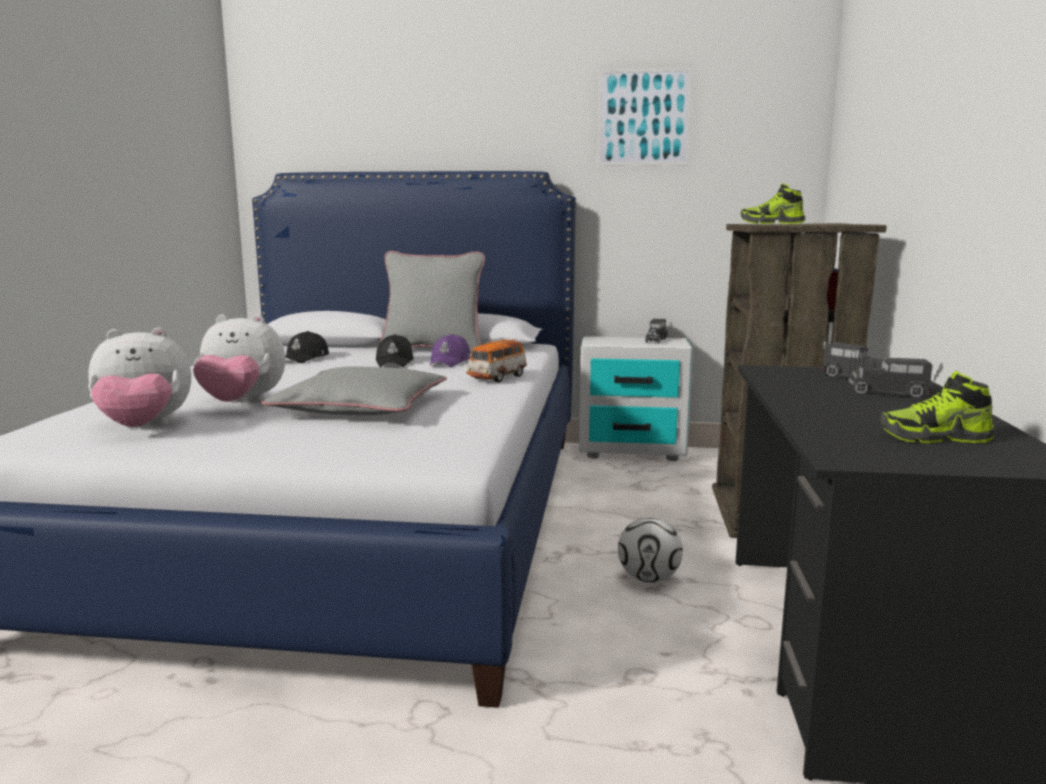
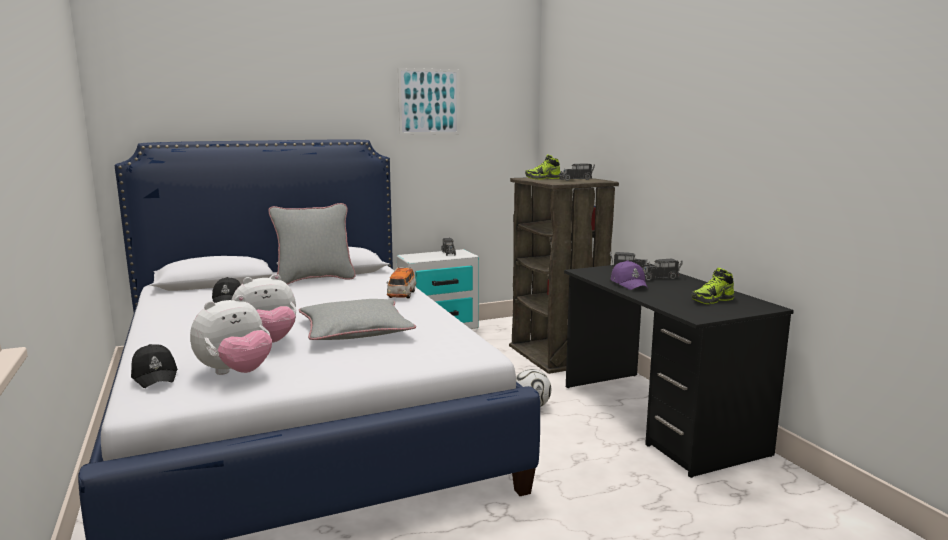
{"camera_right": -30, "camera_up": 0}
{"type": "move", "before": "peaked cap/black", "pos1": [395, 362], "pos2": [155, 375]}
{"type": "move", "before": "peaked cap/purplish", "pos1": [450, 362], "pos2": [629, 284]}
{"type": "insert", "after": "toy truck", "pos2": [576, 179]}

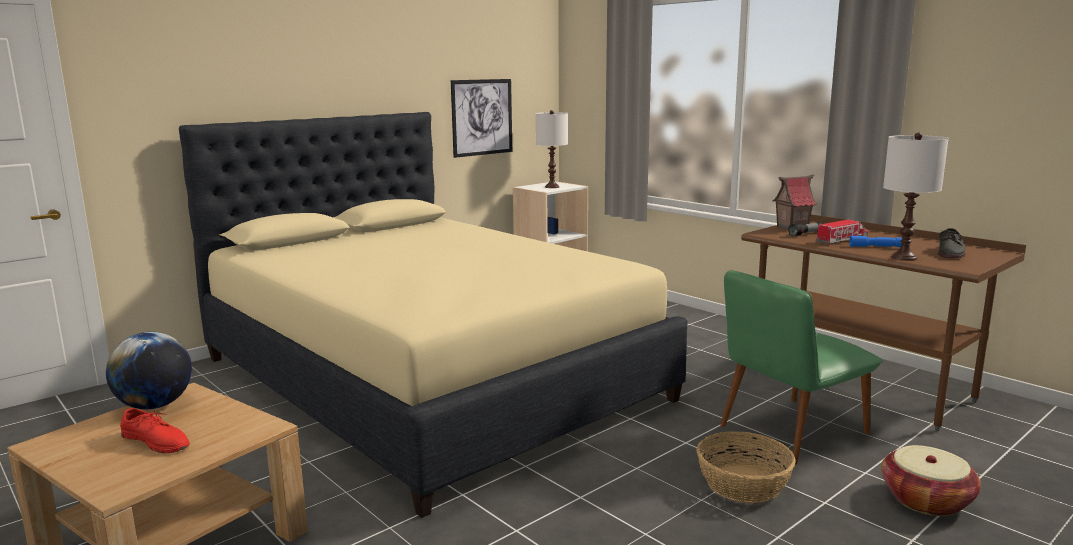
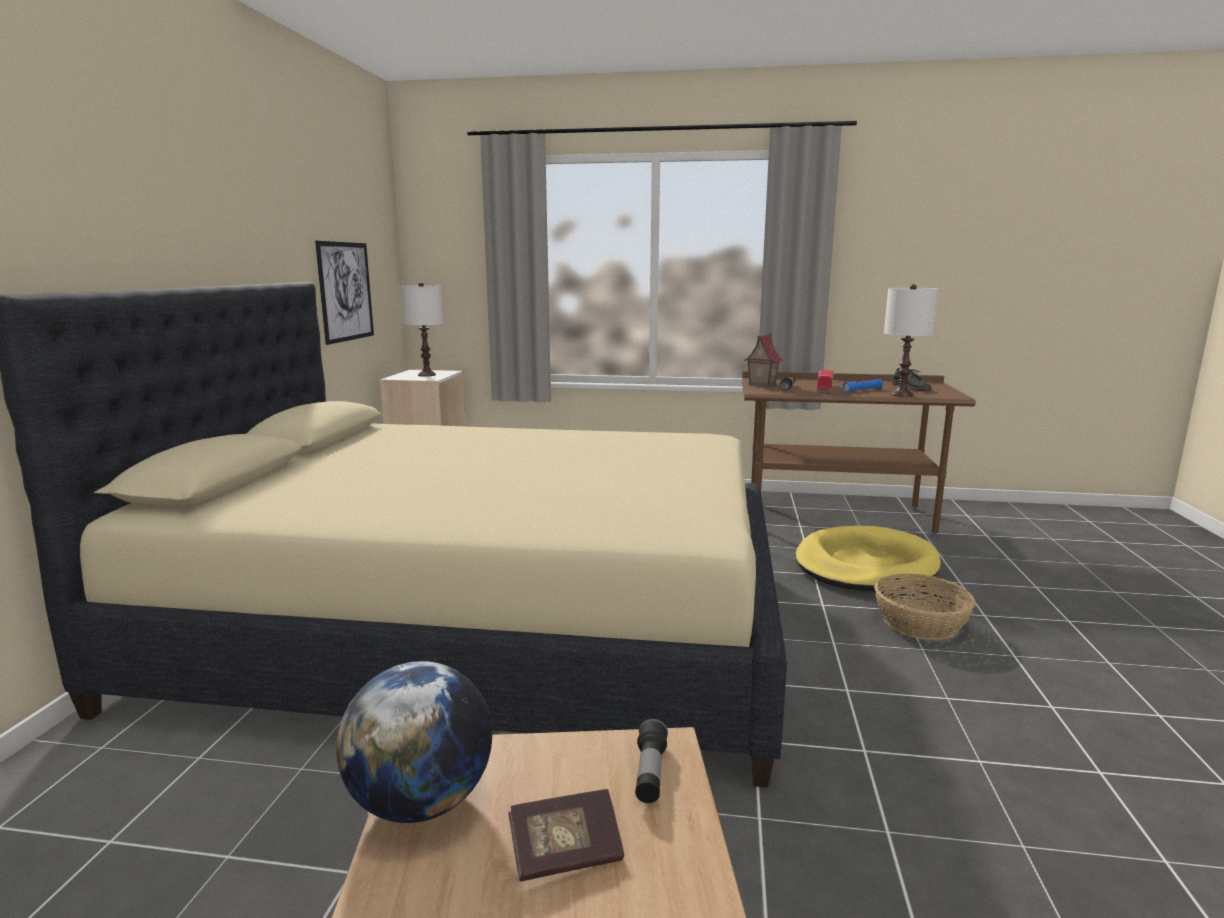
{"camera_right": -40, "camera_up": 0}
{"type": "replace", "before": "item of footwear/red-coloured", "after": "bound book", "pos1": [156, 441], "pos2": [566, 853]}
{"type": "replace", "before": "upright chair/greenish", "after": "dog cushion/yellow-coloured", "pos1": [793, 429], "pos2": [865, 566]}
{"type": "delete", "before": "household basket", "pos1": [926, 500]}
{"type": "insert", "after": "hand torch", "pos2": [650, 773]}

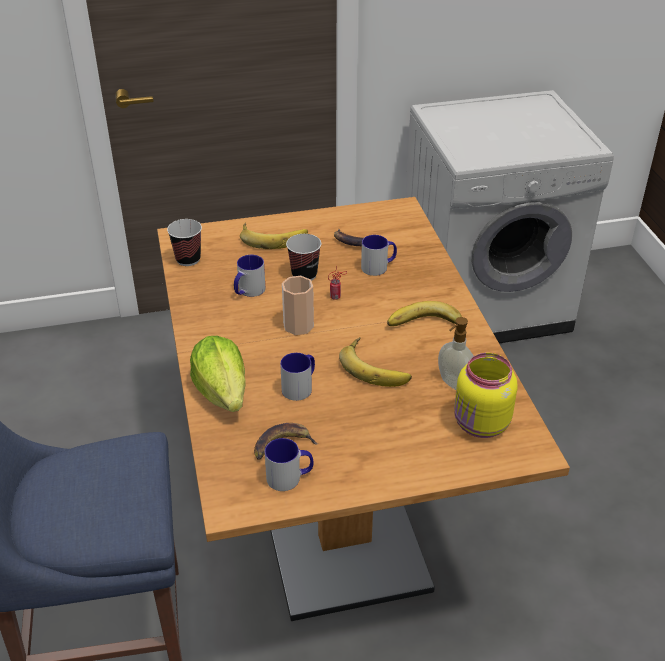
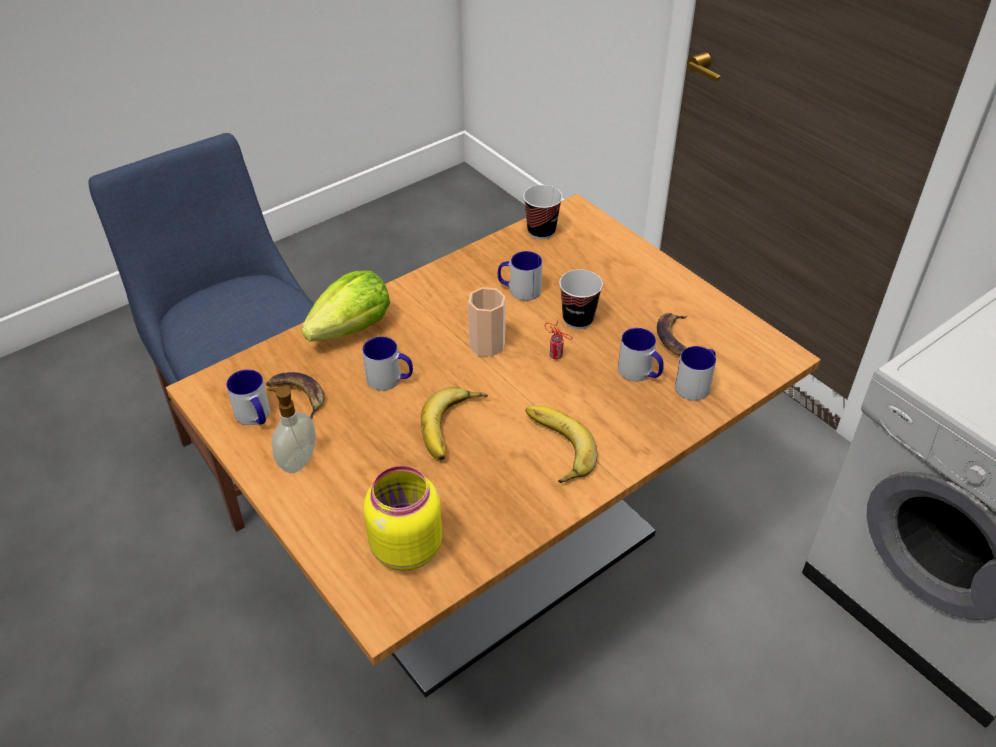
{"camera_right": 65, "camera_up": 5}
{"type": "delete", "before": "banana fruit", "pos1": [273, 237]}
{"type": "move", "before": "liquid soap bottle", "pos1": [453, 384], "pos2": [297, 460]}
{"type": "insert", "after": "coffee mug", "pos2": [696, 384]}

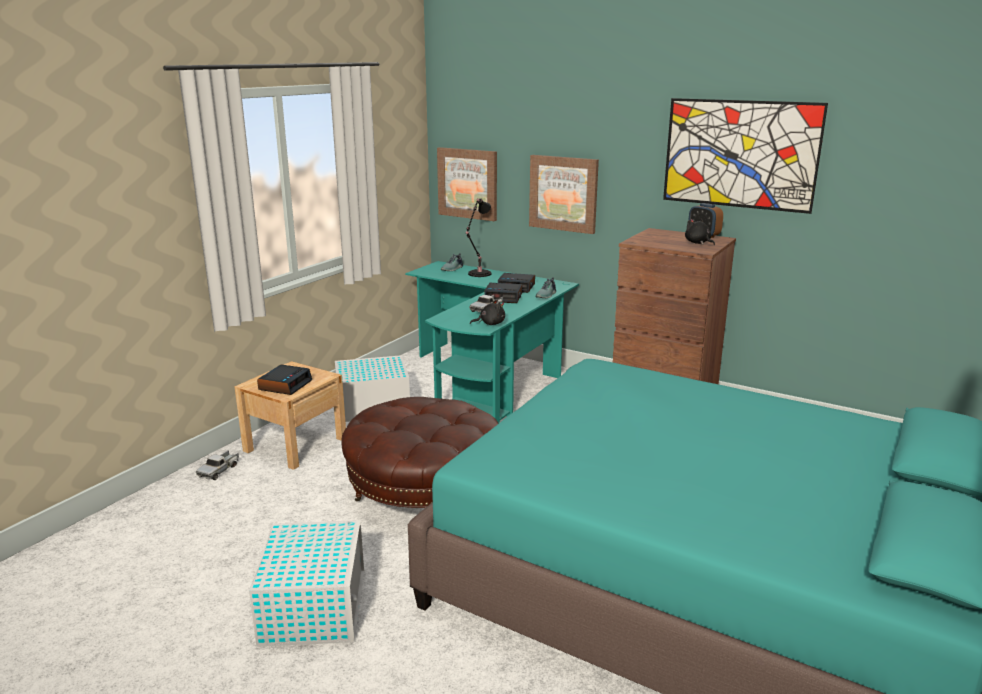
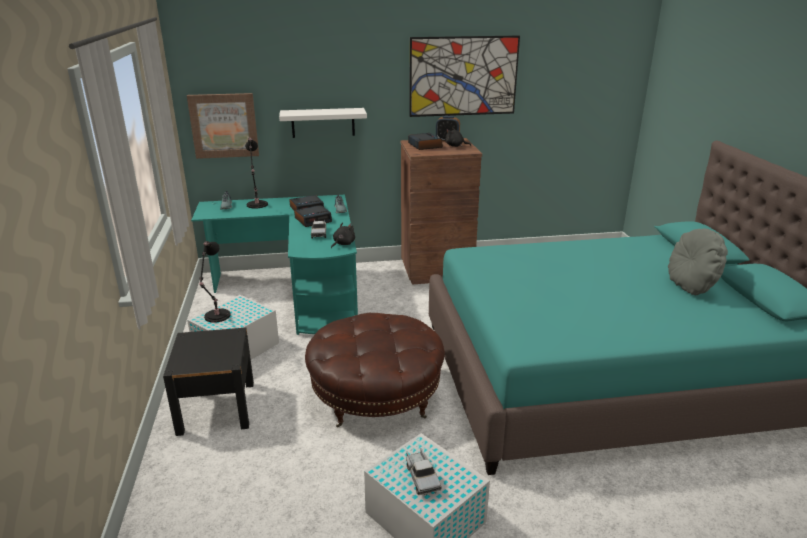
{"camera_right": -40, "camera_up": 5}
{"type": "move", "before": "toy truck", "pos1": [219, 470], "pos2": [421, 477]}
{"type": "recolor", "before": "bedside table/beige", "after": "bedside table/black", "pos1": [295, 444], "pos2": [217, 407]}
{"type": "move", "before": "table clock", "pos1": [285, 385], "pos2": [424, 145]}
{"type": "replace", "before": "wall picture", "after": "bracket shelf/whitish", "pos1": [563, 193], "pos2": [323, 122]}
{"type": "insert", "after": "table lamp/black", "pos2": [216, 317]}
{"type": "insert", "after": "pillow/grey", "pos2": [690, 287]}

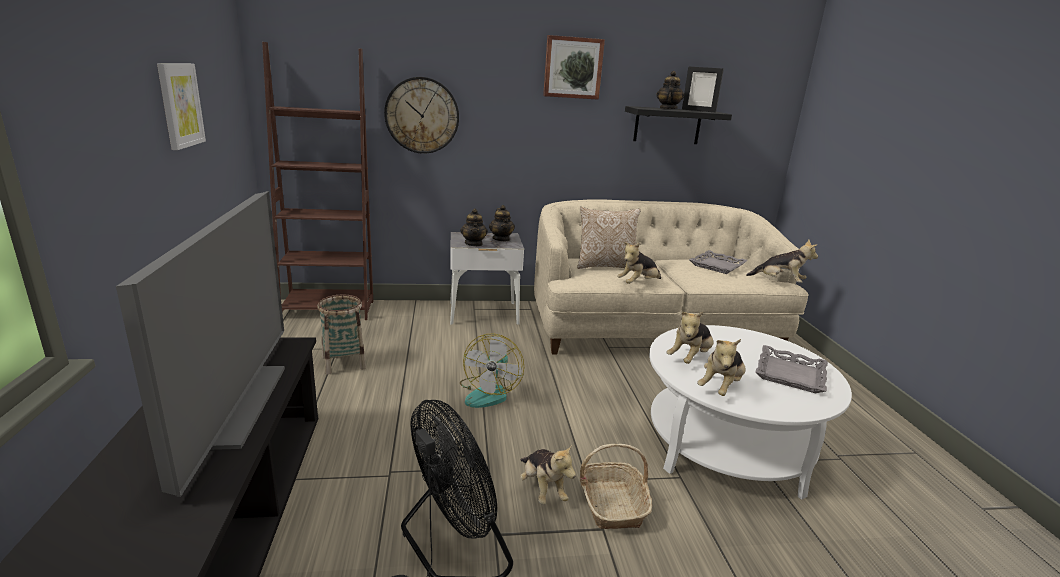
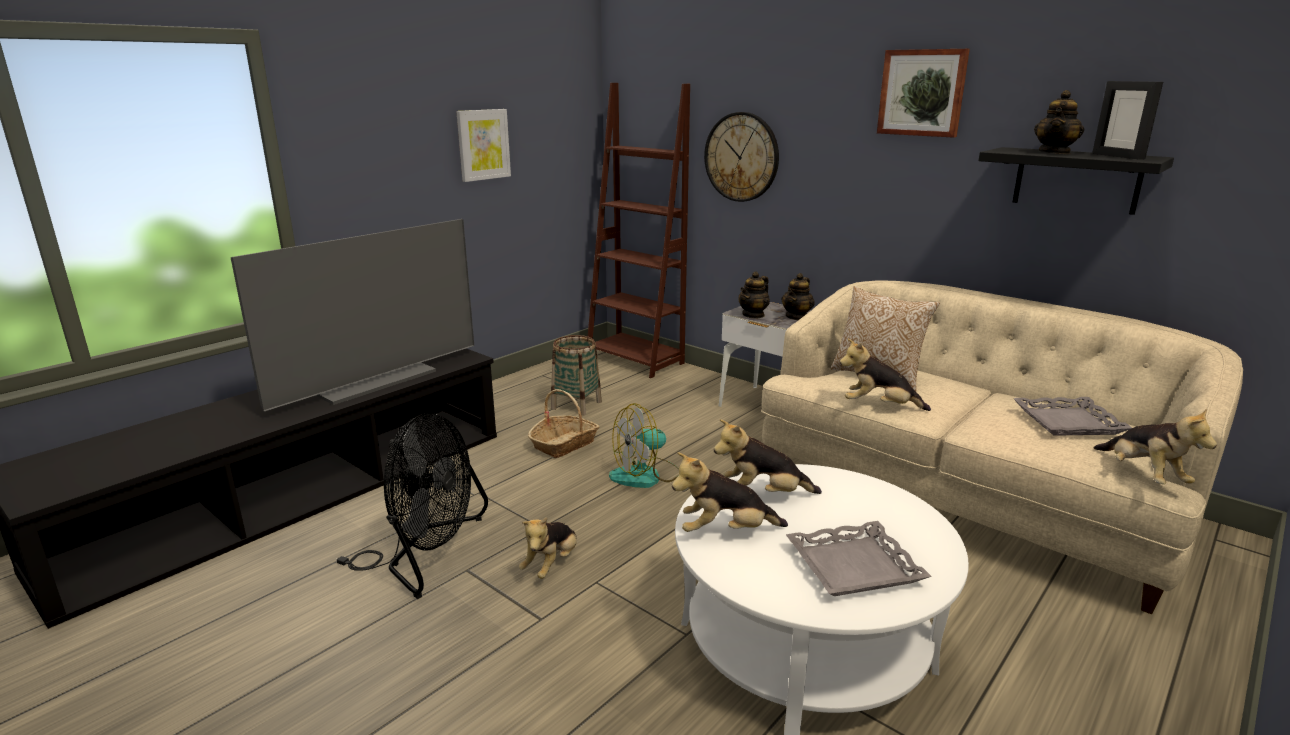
{"camera_right": 50, "camera_up": 0}
{"type": "move", "before": "household basket", "pos1": [612, 504], "pos2": [564, 444]}
{"type": "rotate", "before": "teapot", "pos1": [667, 109], "pos2": [1055, 152], "turn": 150}

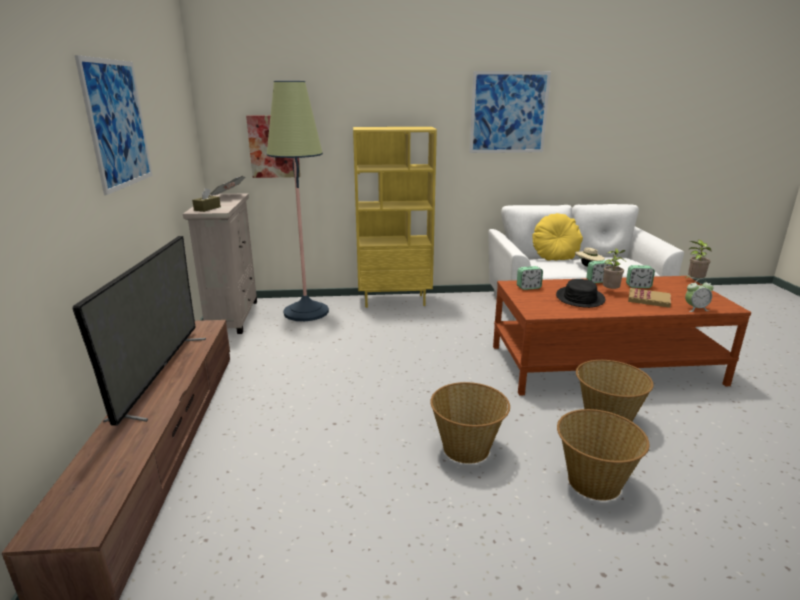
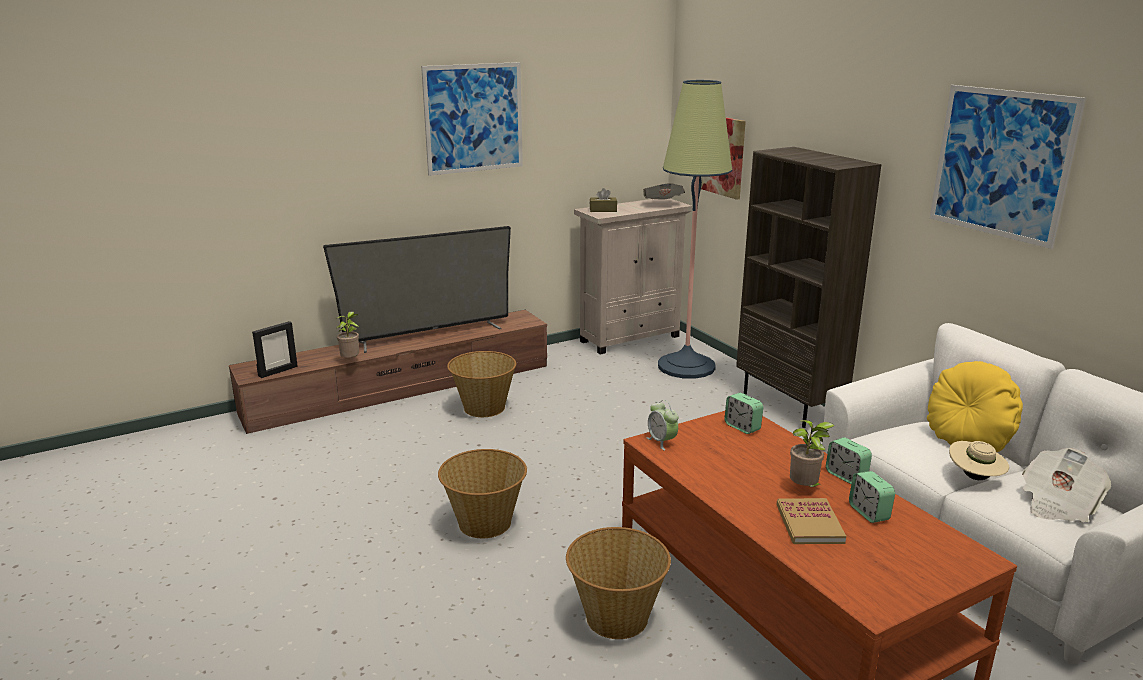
{"camera_right": 65, "camera_up": 0}
{"type": "recolor", "before": "bookcase/yellow-coloured", "after": "bookcase/brown", "pos1": [395, 301], "pos2": [789, 405]}
{"type": "delete", "before": "clothing hat/black", "pos1": [579, 298]}
{"type": "move", "before": "household basket", "pos1": [593, 482], "pos2": [483, 407]}
{"type": "move", "before": "potted plant", "pos1": [693, 281], "pos2": [351, 360]}
{"type": "move", "before": "table clock", "pos1": [695, 309], "pos2": [662, 442]}
{"type": "insert", "after": "photo frame", "pos2": [278, 371]}
{"type": "insert", "after": "daily paper", "pos2": [1058, 504]}

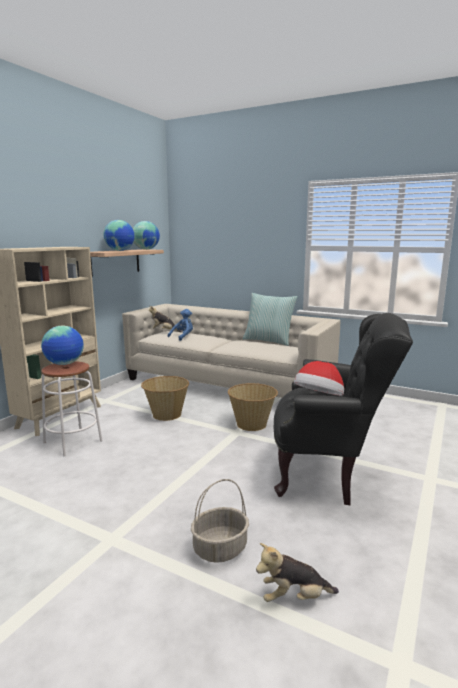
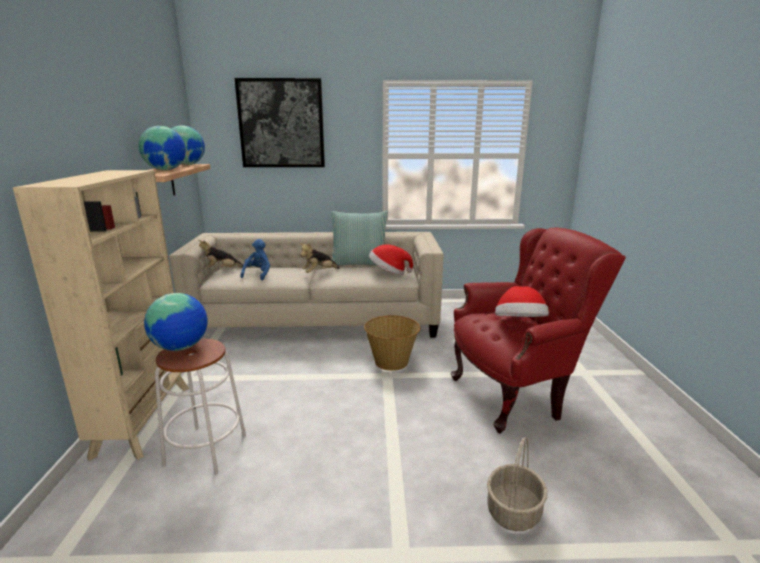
{"camera_right": -30, "camera_up": 5}
{"type": "delete", "before": "household basket", "pos1": [166, 414]}
{"type": "move", "before": "soft toy", "pos1": [294, 597], "pos2": [319, 273]}
{"type": "recolor", "before": "lounge chair/black", "after": "lounge chair/red-coloured", "pos1": [329, 475], "pos2": [515, 396]}
{"type": "insert", "after": "wall picture", "pos2": [281, 124]}
{"type": "insert", "after": "clothing hat", "pos2": [389, 273]}

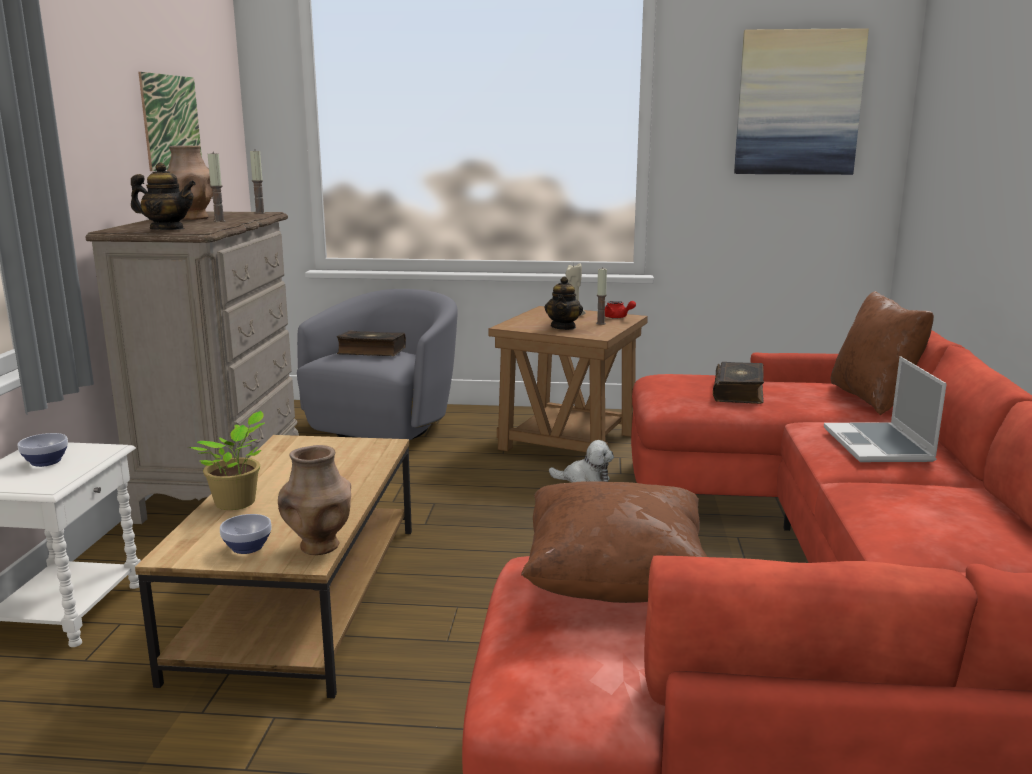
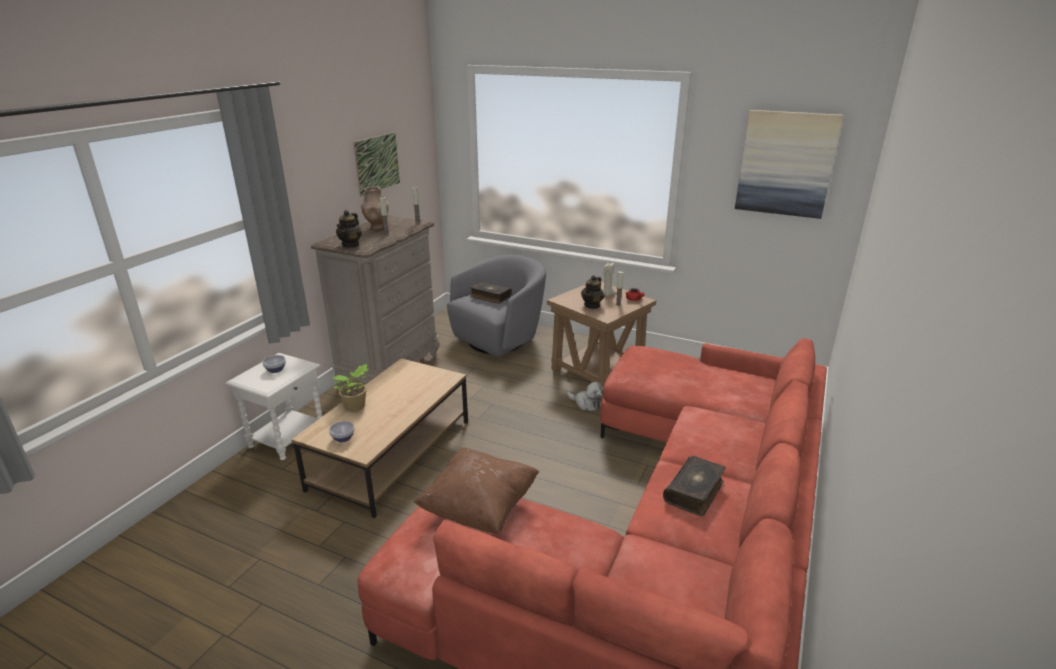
{"camera_right": 20, "camera_up": 10}
{"type": "rotate", "before": "teapot", "pos1": [167, 229], "pos2": [351, 244], "turn": 75}
{"type": "delete", "before": "flower vase/brown", "pos1": [319, 547]}
{"type": "move", "before": "bound book", "pos1": [739, 392], "pos2": [695, 491]}
{"type": "delete", "before": "laptop", "pos1": [879, 445]}
{"type": "delete", "before": "pillow/brown", "pos1": [873, 398]}

